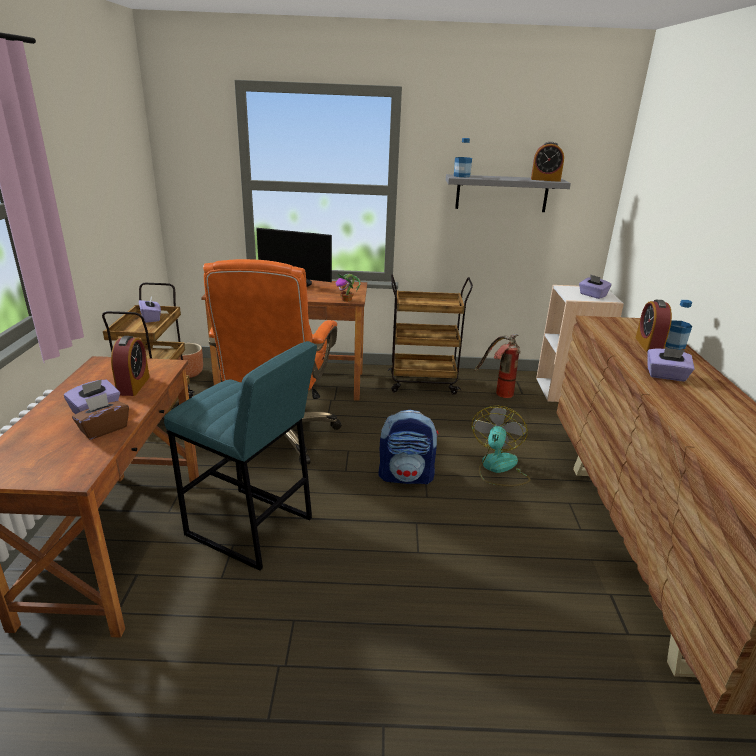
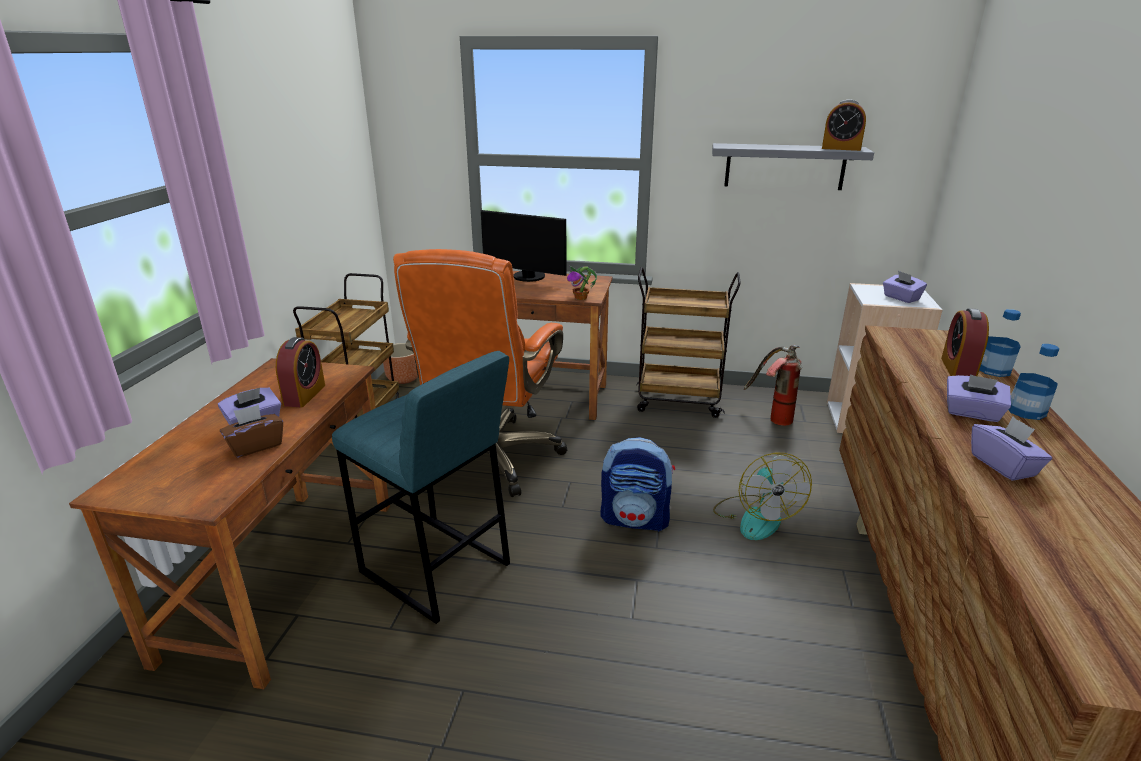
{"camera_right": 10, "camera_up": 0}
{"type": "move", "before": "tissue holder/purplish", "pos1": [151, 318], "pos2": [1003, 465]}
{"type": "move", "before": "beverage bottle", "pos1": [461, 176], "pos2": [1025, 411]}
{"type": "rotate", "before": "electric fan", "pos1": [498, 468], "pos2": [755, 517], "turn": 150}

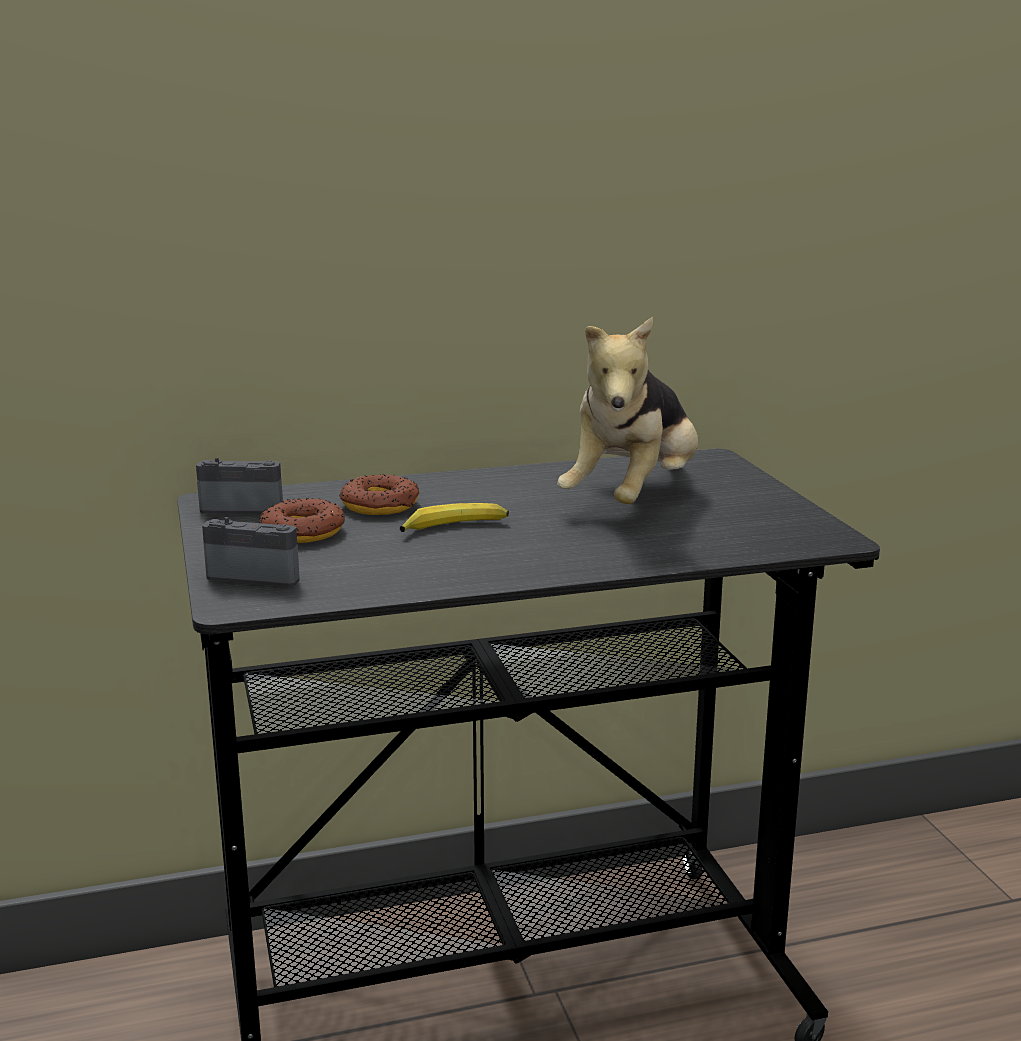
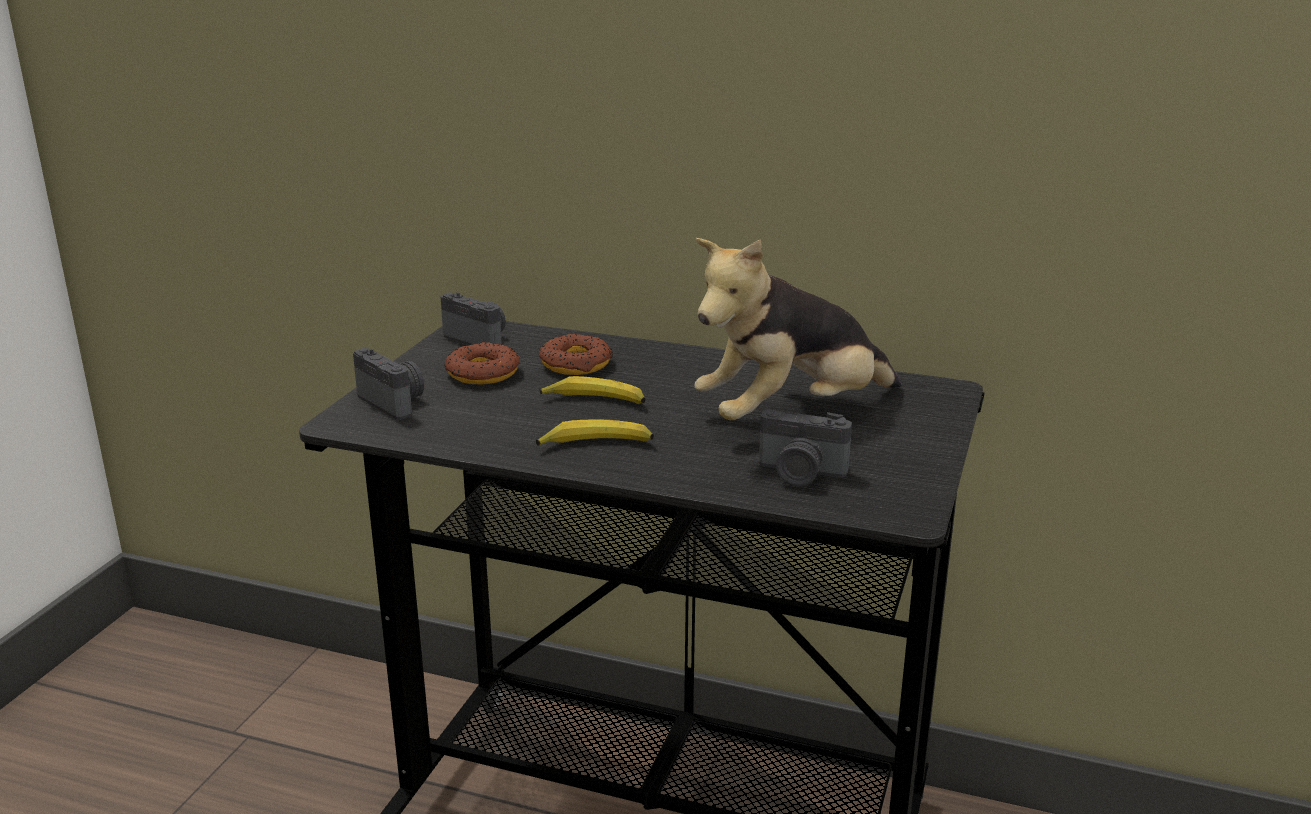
{"camera_right": 35, "camera_up": 5}
{"type": "insert", "after": "banana fruit", "pos2": [596, 445]}
{"type": "insert", "after": "still camera", "pos2": [800, 473]}

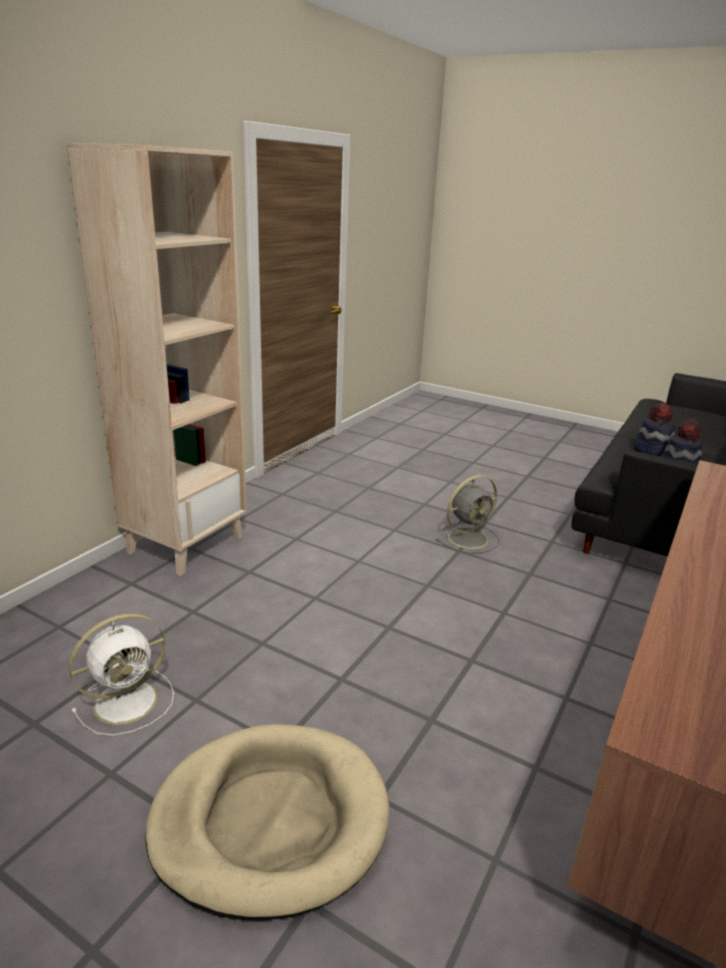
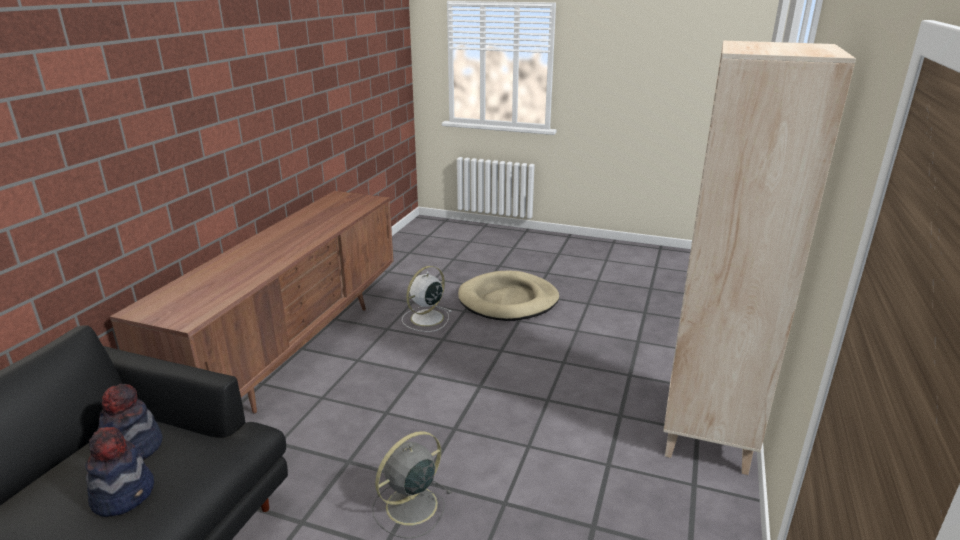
{"camera_right": 170, "camera_up": 0}
{"type": "move", "before": "electric fan/whitish", "pos1": [128, 700], "pos2": [426, 319]}

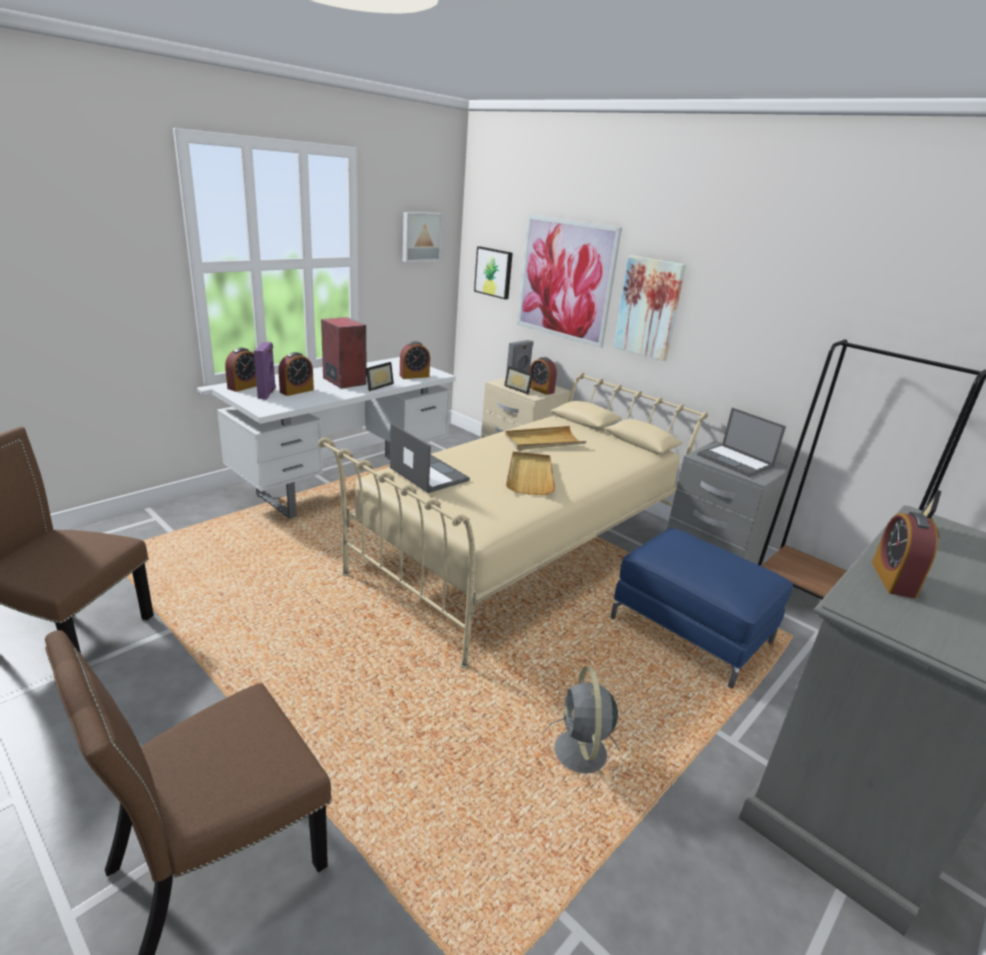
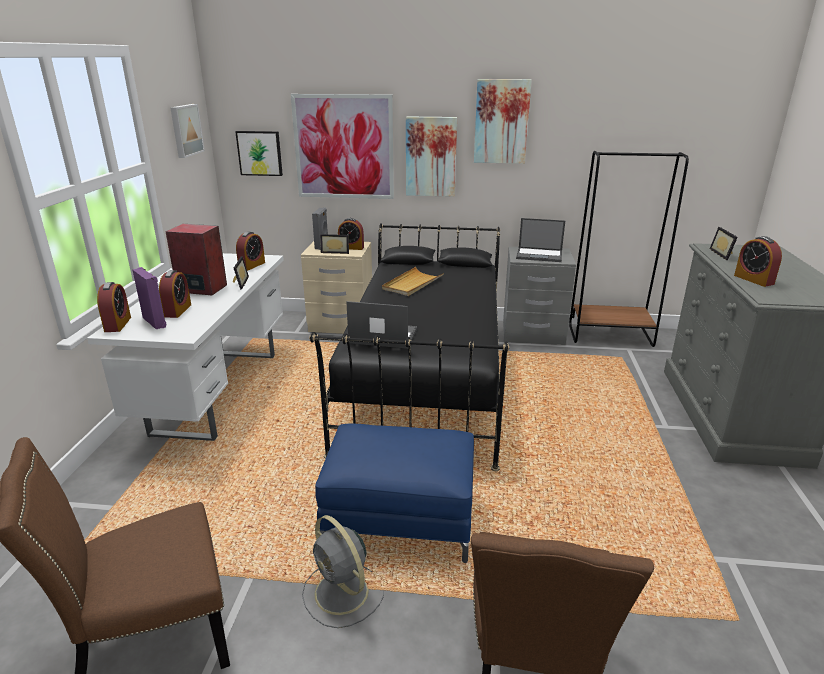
{"camera_right": -35, "camera_up": 0}
{"type": "recolor", "before": "bedroom bed/beige", "after": "bedroom bed/black", "pos1": [521, 552], "pos2": [425, 380]}
{"type": "delete", "before": "tray/beige", "pos1": [530, 475]}
{"type": "move", "before": "electric fan/grey", "pos1": [580, 754], "pos2": [343, 594]}
{"type": "move", "before": "footrest/blue-coloured", "pos1": [690, 631], "pos2": [400, 519]}
{"type": "insert", "after": "wall picture", "pos2": [501, 121]}

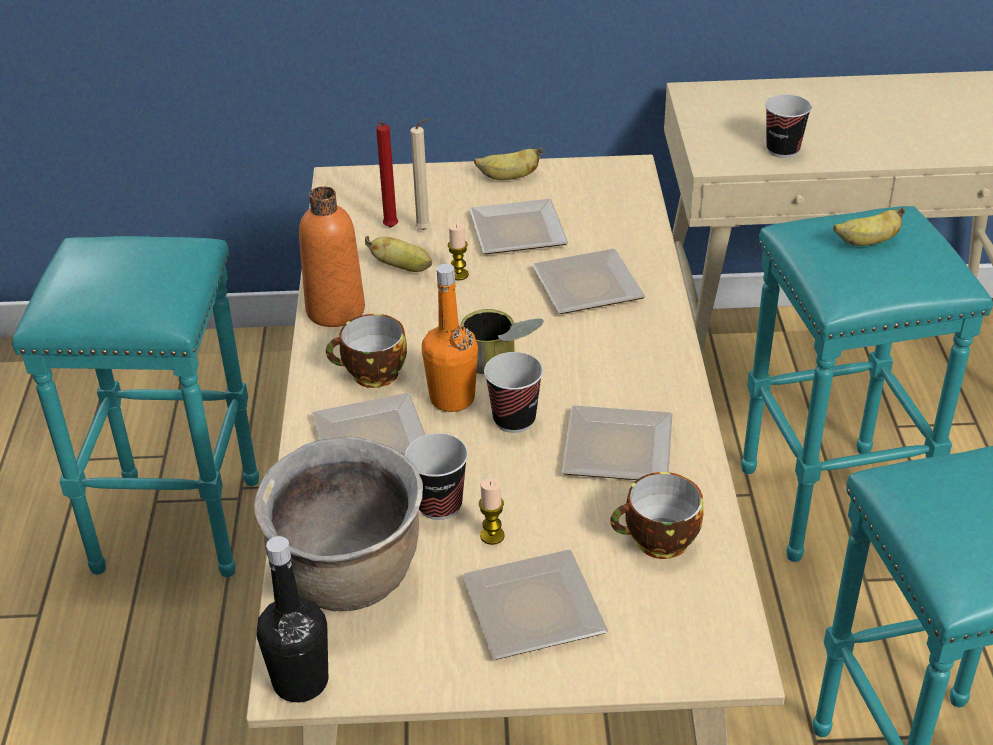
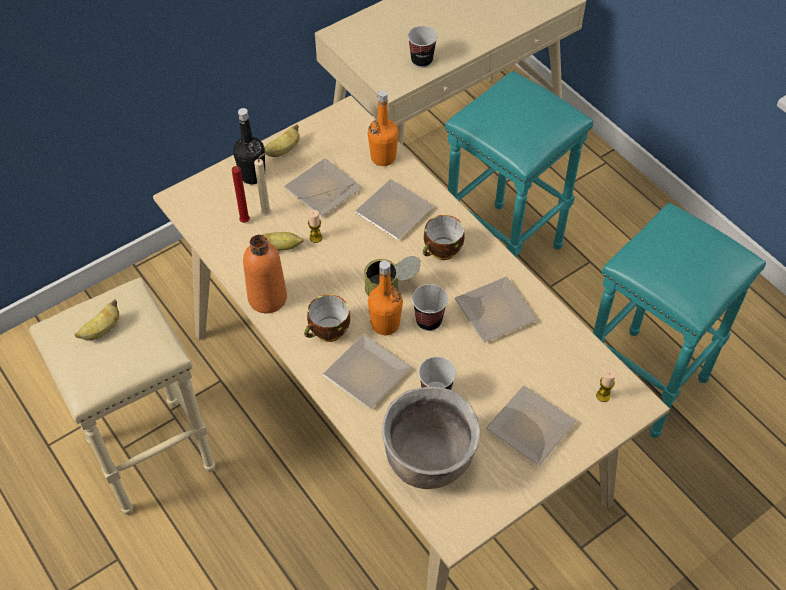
{"camera_right": -35, "camera_up": 15}
{"type": "recolor", "before": "sitting stool/turquoise", "after": "sitting stool/beige", "pos1": [175, 521], "pos2": [148, 454]}
{"type": "move", "before": "beverage bottle/black", "pos1": [300, 681], "pos2": [252, 175]}
{"type": "move", "before": "wax light", "pos1": [492, 536], "pos2": [603, 396]}
{"type": "move", "before": "small cup", "pos1": [658, 542], "pos2": [442, 251]}
{"type": "move", "before": "banana fruit", "pos1": [867, 242], "pos2": [101, 330]}
{"type": "insert", "after": "beverage bottle/orange-coloured", "pos2": [383, 158]}

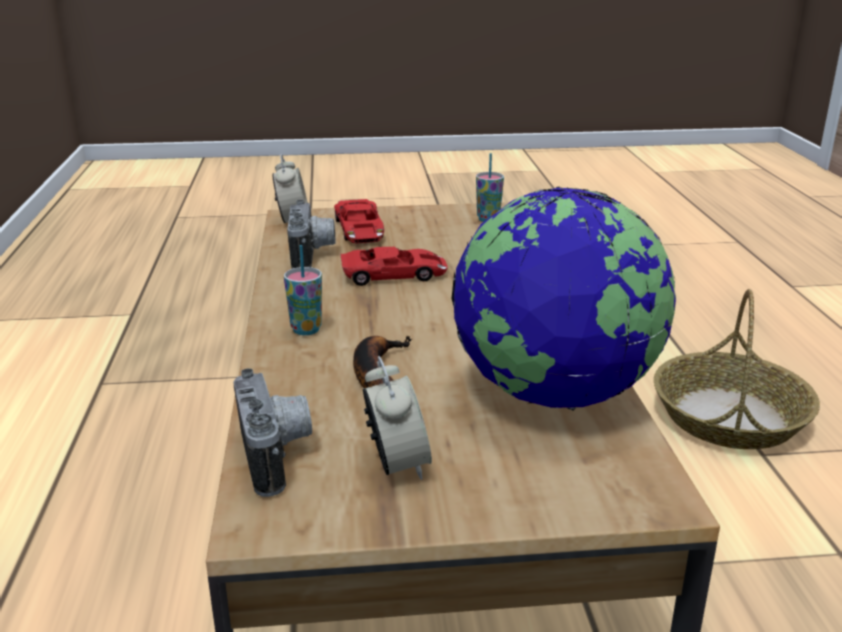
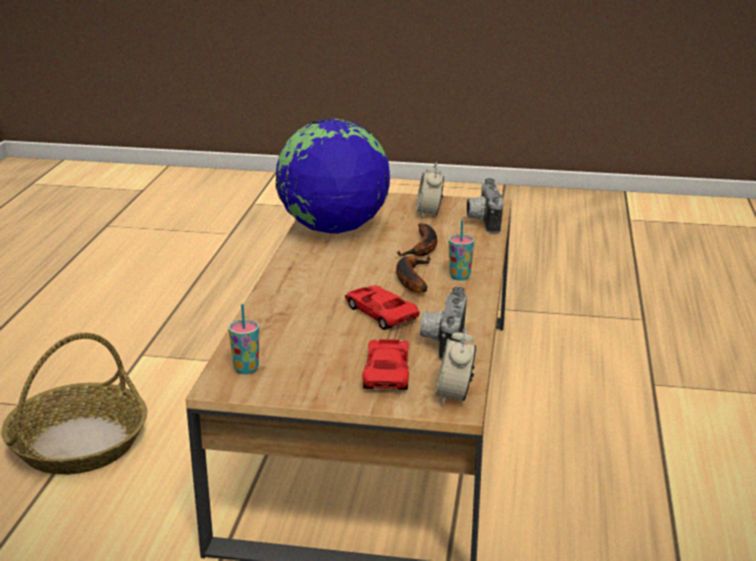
{"camera_right": -165, "camera_up": 0}
{"type": "rotate", "before": "miniature car/red-coloured", "pos1": [394, 274], "pos2": [379, 313], "turn": 45}
{"type": "insert", "after": "banana fruit", "pos2": [410, 278]}

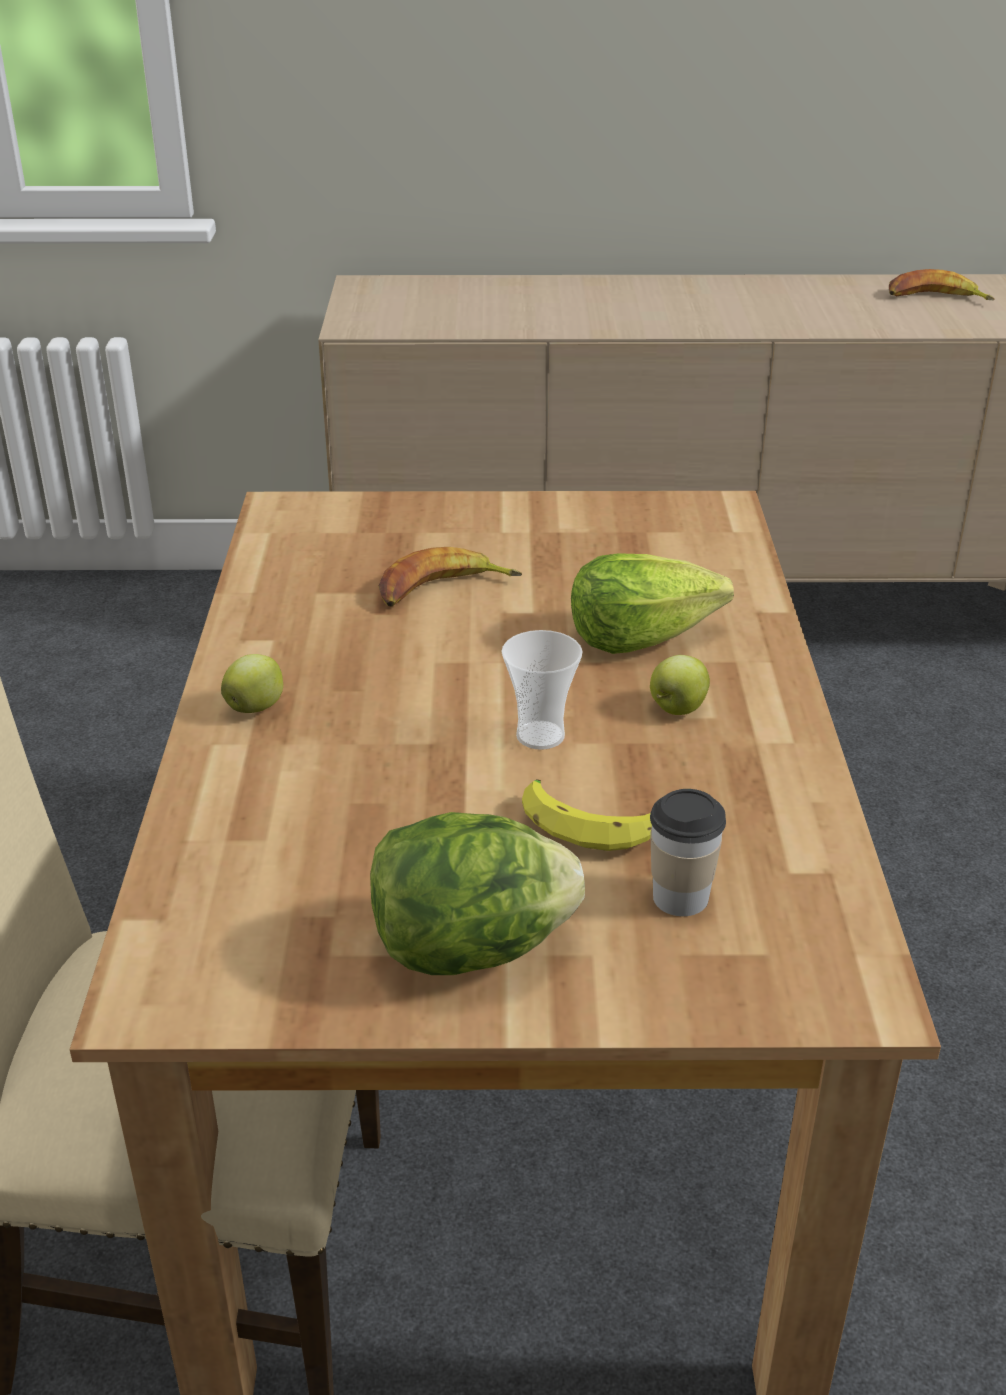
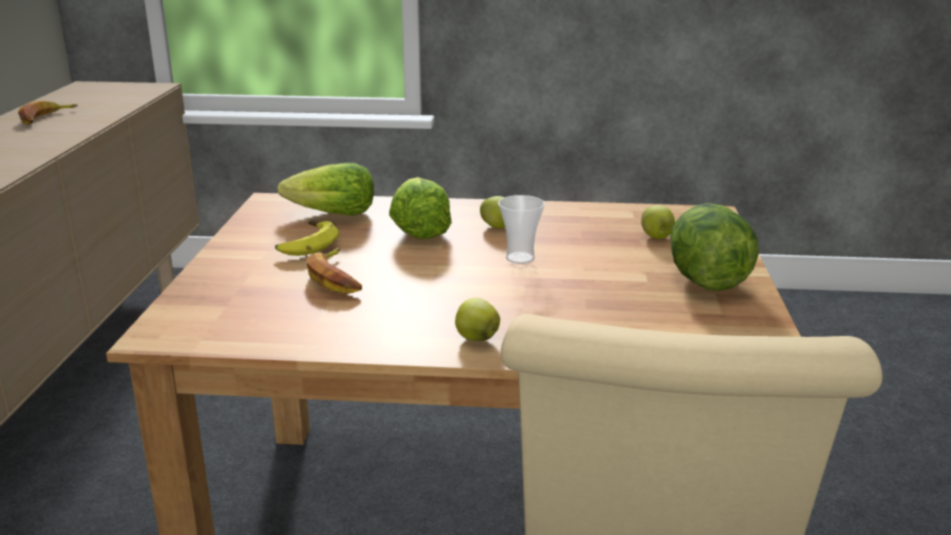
{"camera_right": -85, "camera_up": -10}
{"type": "move", "before": "banana fruit", "pos1": [593, 820], "pos2": [305, 245]}
{"type": "replace", "before": "small cup", "after": "whole apple", "pos1": [680, 897], "pos2": [656, 237]}
{"type": "insert", "after": "head of lettuce", "pos2": [332, 214]}

